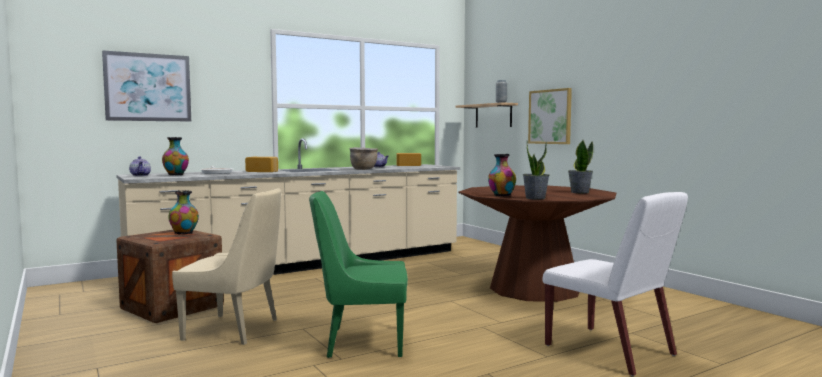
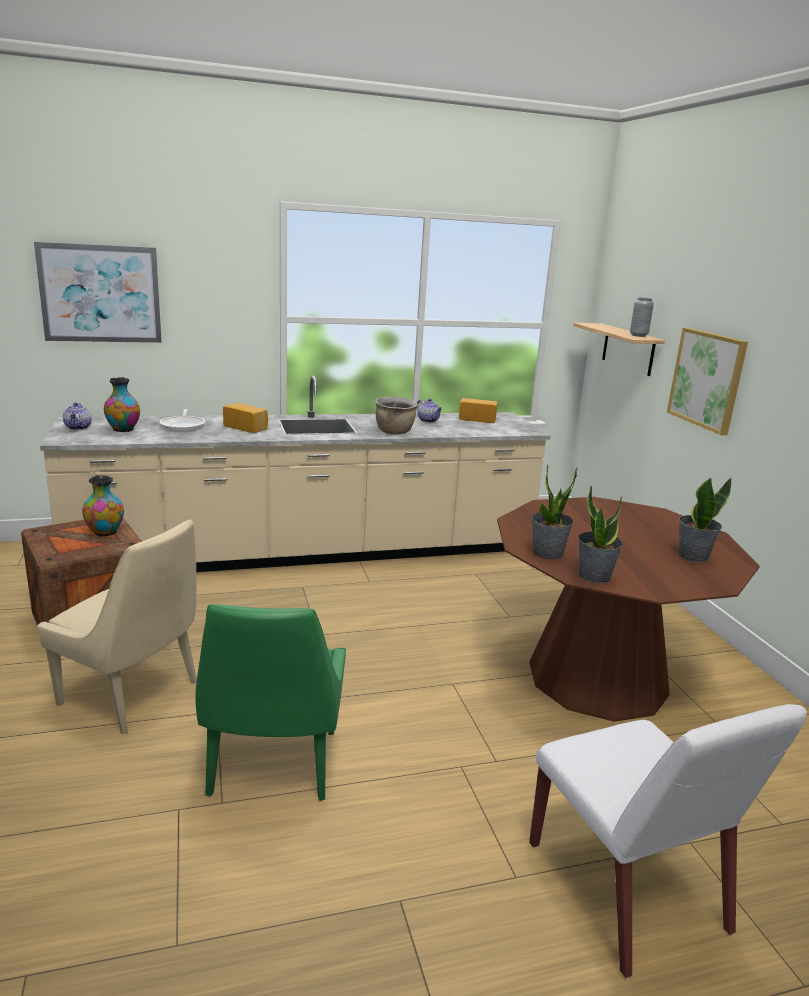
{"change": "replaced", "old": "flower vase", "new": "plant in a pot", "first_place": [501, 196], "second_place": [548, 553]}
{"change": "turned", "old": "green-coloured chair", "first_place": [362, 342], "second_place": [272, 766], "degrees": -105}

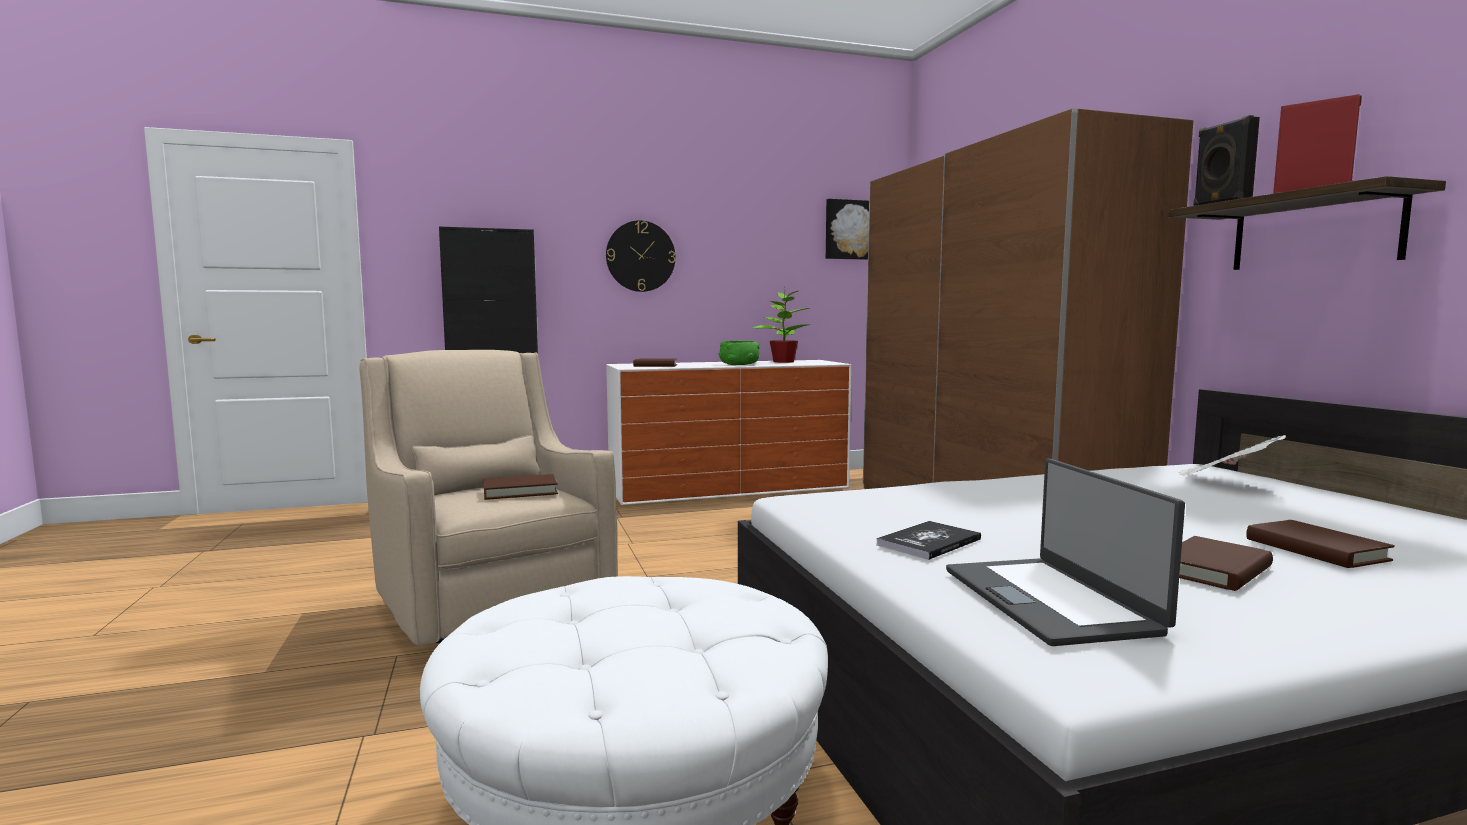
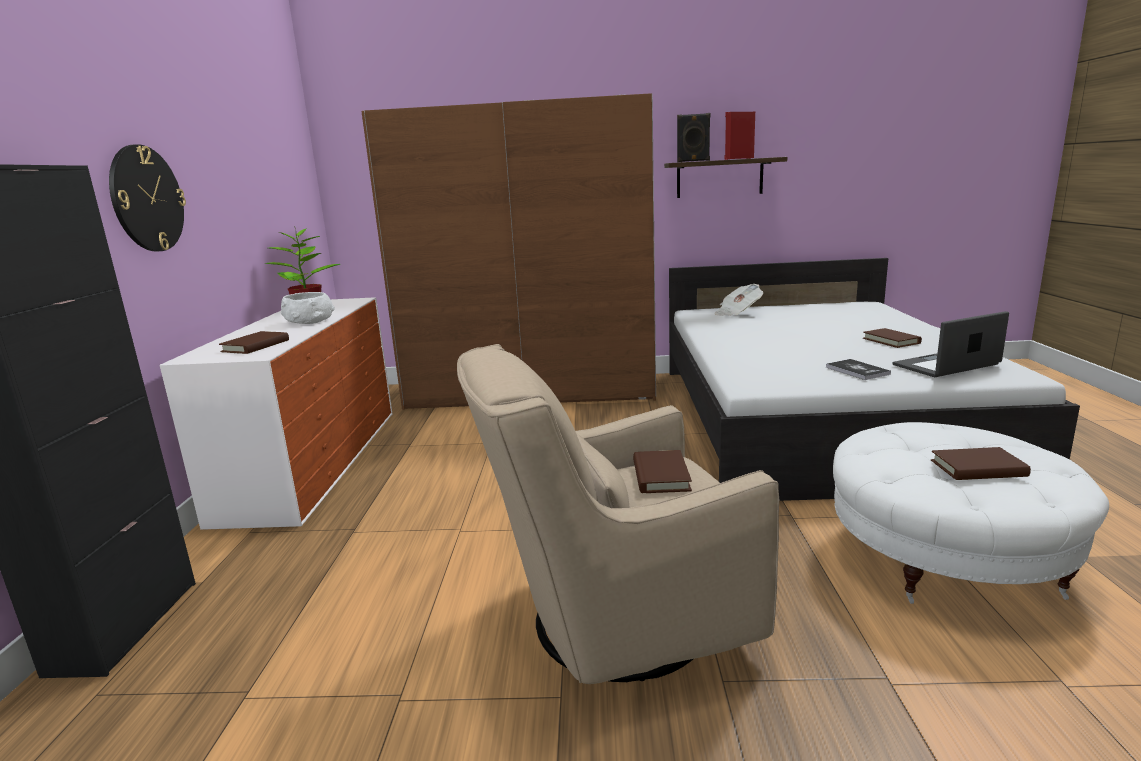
{"change": "removed", "old": "wall picture", "first_place": [851, 230]}
{"change": "recoloured", "old": "green-coloured serving bowl", "new": "white-coloured serving bowl", "first_place": [739, 364], "second_place": [309, 321]}
{"change": "turned", "old": "notebook computer", "first_place": [1050, 600], "second_place": [947, 365], "degrees": 150}
{"change": "moved", "old": "brownish volume", "first_place": [1315, 550], "second_place": [978, 468]}

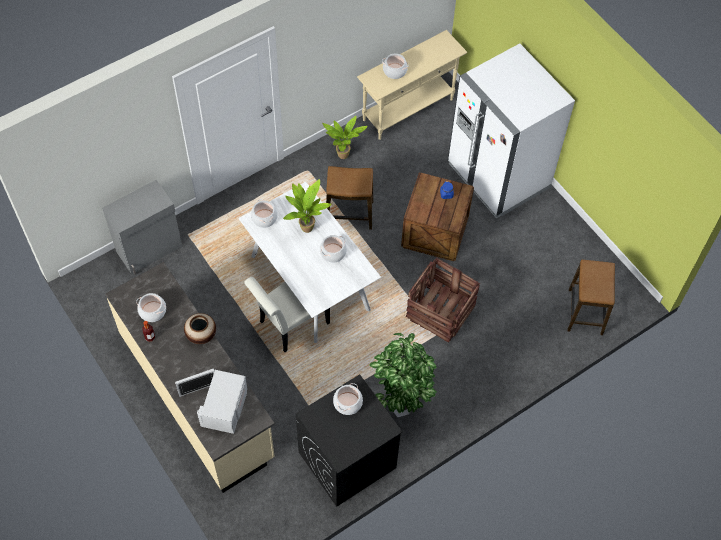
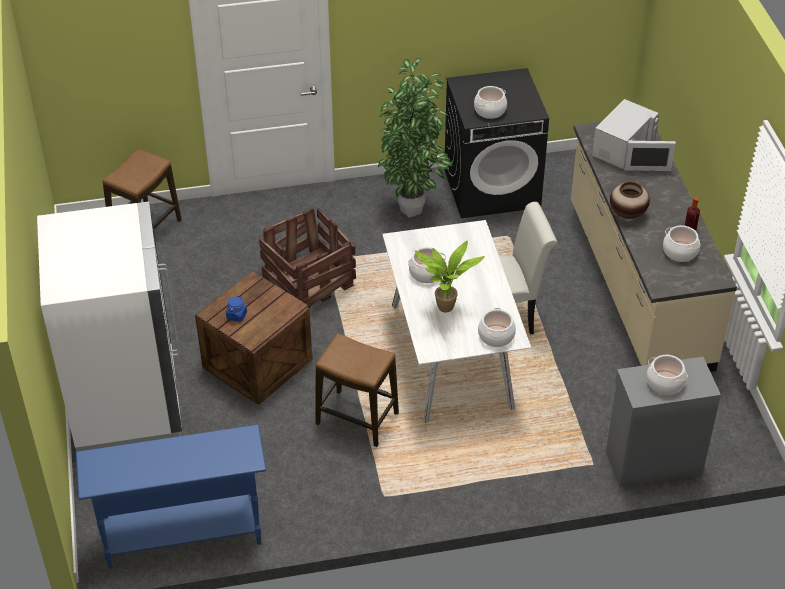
{"change": "recoloured", "old": "beige hall table", "new": "blue hall table", "first_place": [408, 110], "second_place": [182, 536]}
{"change": "moved", "old": "saucepot", "first_place": [395, 71], "second_place": [664, 382]}
{"change": "removed", "old": "plant in a pot", "first_place": [343, 157]}

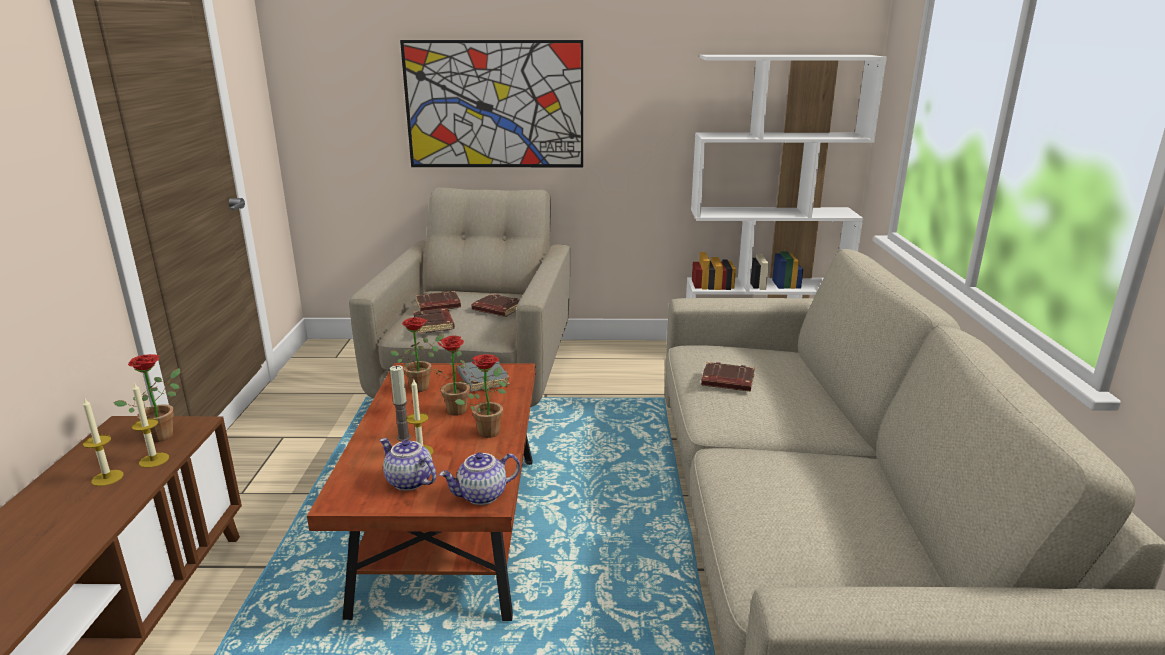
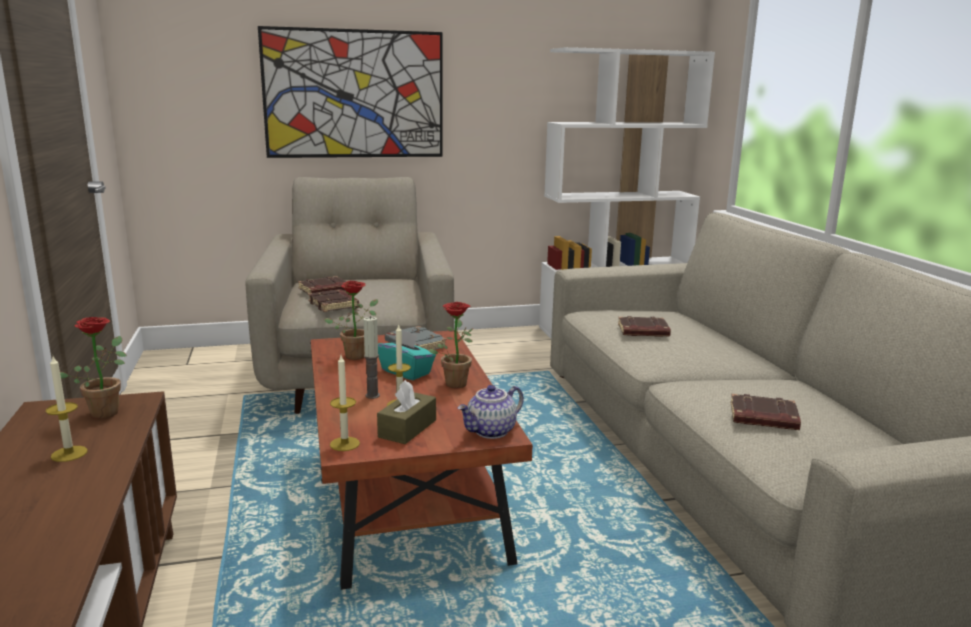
{"change": "moved", "old": "brownish volume", "first_place": [497, 309], "second_place": [762, 418]}
{"change": "replaced", "old": "plant in a pot", "new": "turquoise tissue holder", "first_place": [453, 412], "second_place": [406, 372]}
{"change": "moved", "old": "wax candle", "first_place": [154, 460], "second_place": [344, 444]}
{"change": "replaced", "old": "teapot", "new": "brownish tissue holder", "first_place": [408, 482], "second_place": [407, 428]}

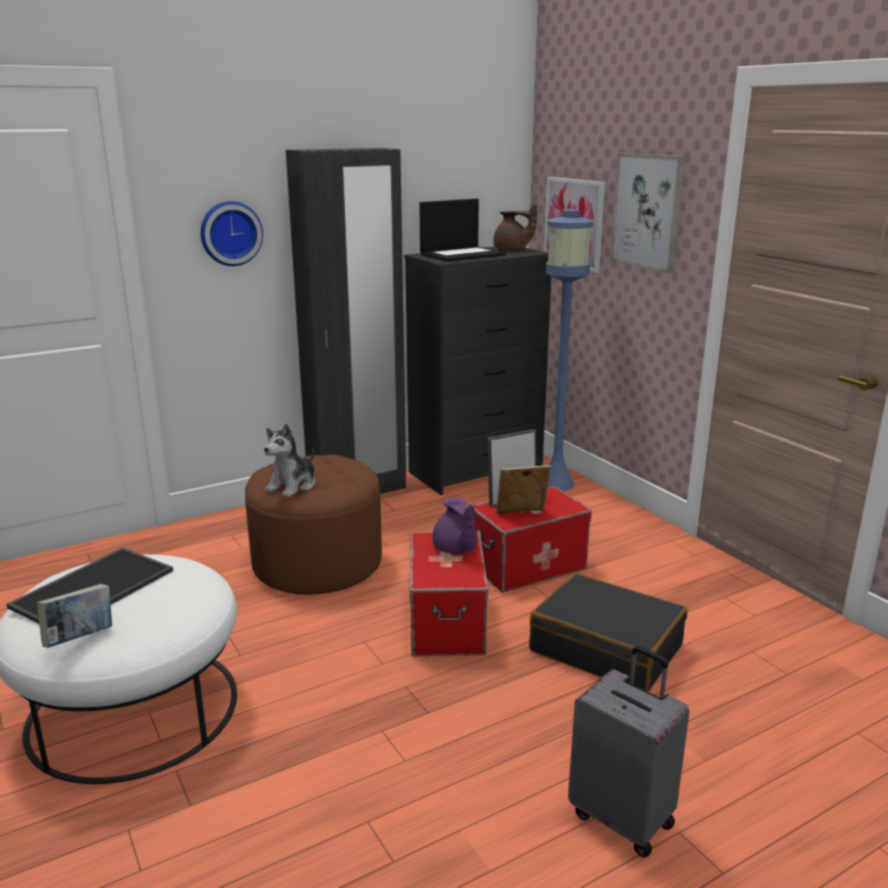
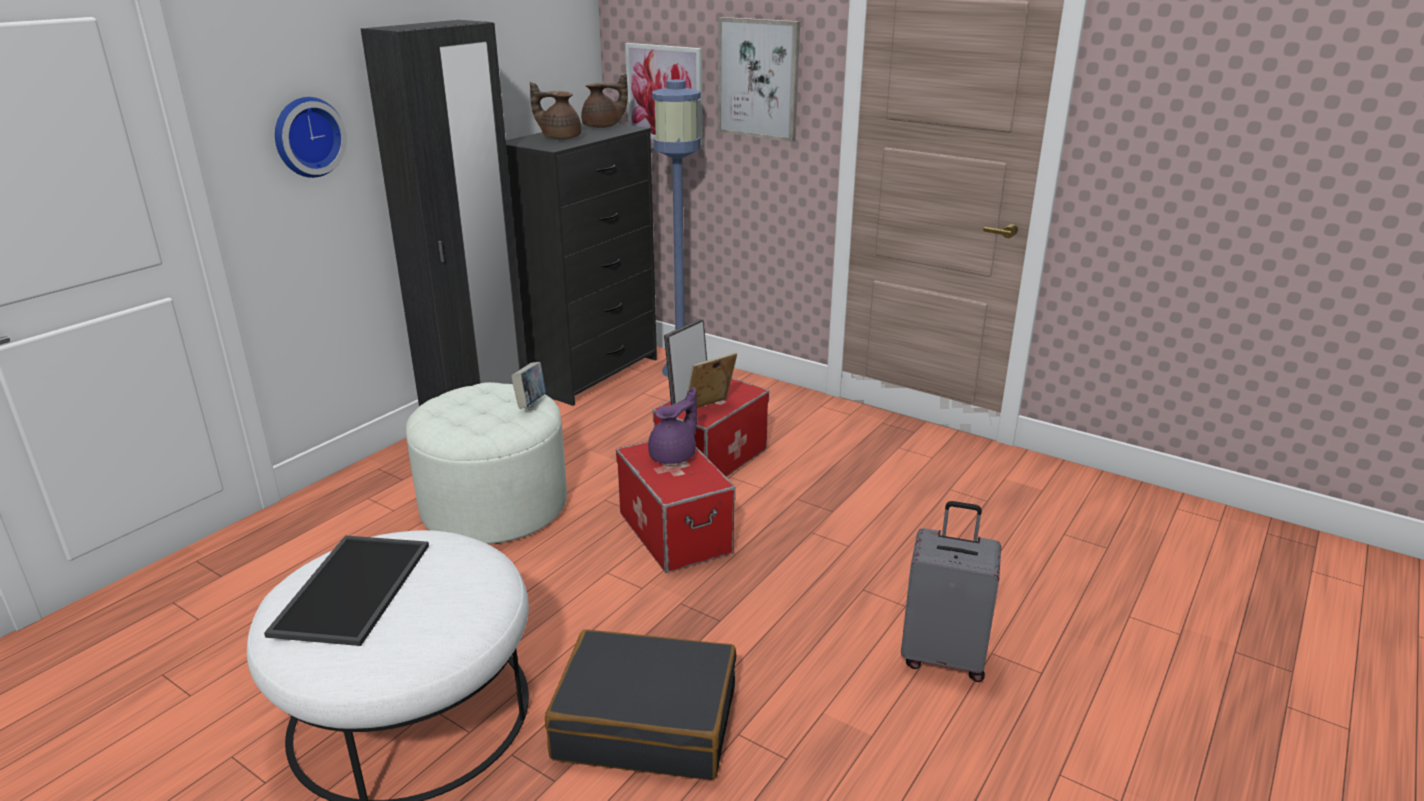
{"change": "replaced", "old": "notebook computer", "new": "brownish teapot", "first_place": [462, 254], "second_place": [560, 137]}
{"change": "removed", "old": "plush toy", "first_place": [293, 486]}
{"change": "recoloured", "old": "brownish ottoman", "new": "white-coloured ottoman", "first_place": [317, 563], "second_place": [494, 505]}
{"change": "turned", "old": "purplish teapot", "first_place": [455, 549], "second_place": [674, 456], "degrees": -90}
{"change": "moved", "old": "black suitcase", "first_place": [606, 648], "second_place": [646, 722]}
{"change": "moved", "old": "volume", "first_place": [80, 638], "second_place": [531, 403]}

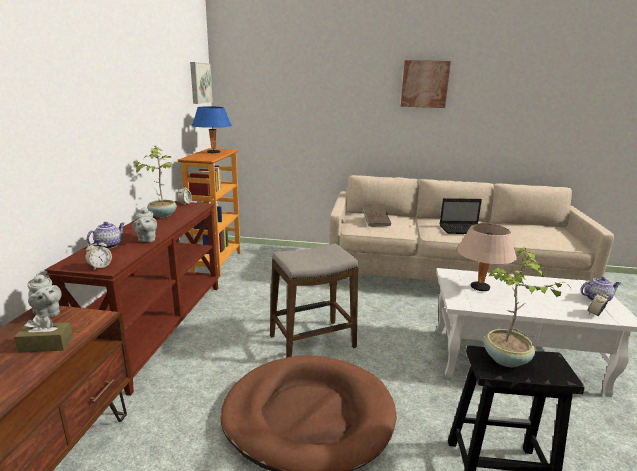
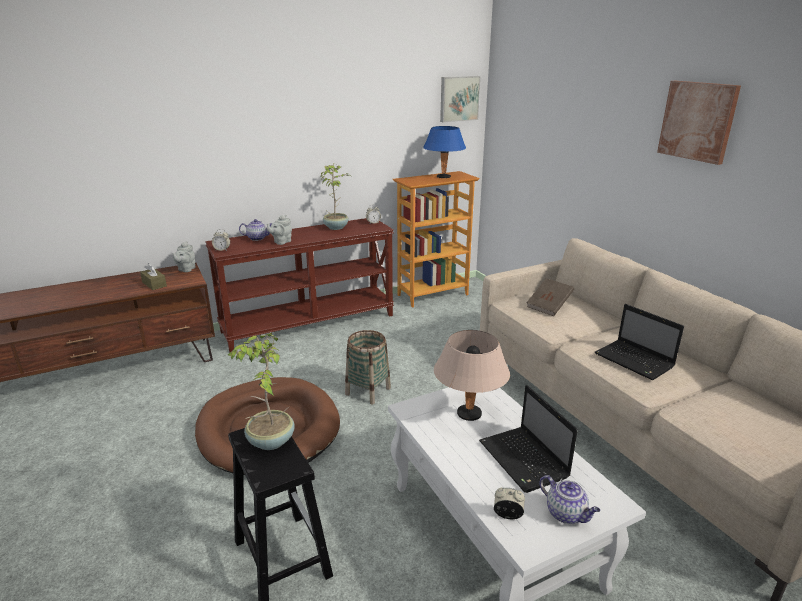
{"change": "replaced", "old": "stool seat", "new": "storage basket", "first_place": [312, 342], "second_place": [368, 391]}
{"change": "added", "new": "notebook computer", "second_place": [524, 460]}

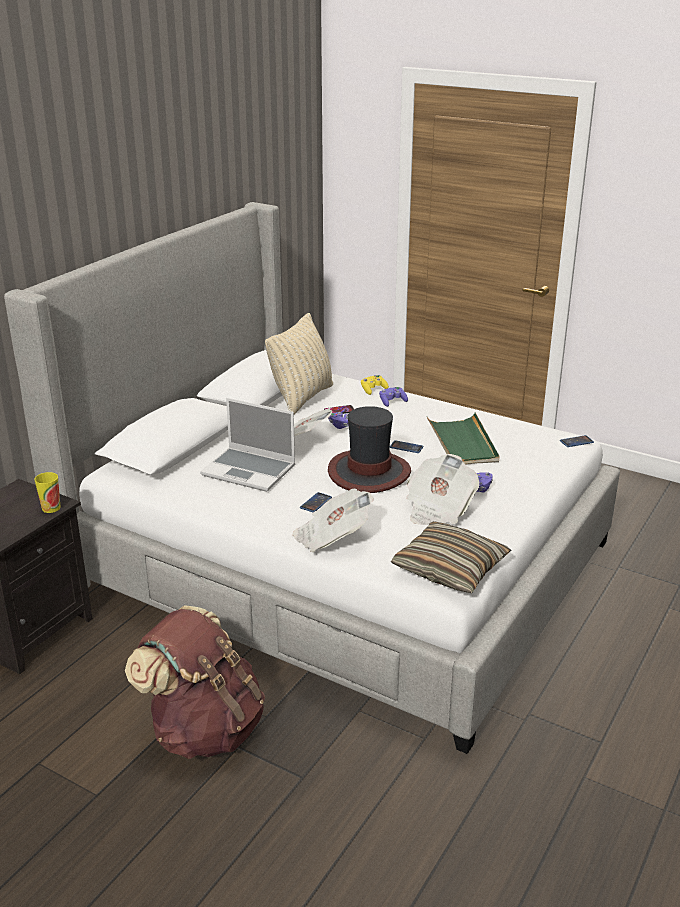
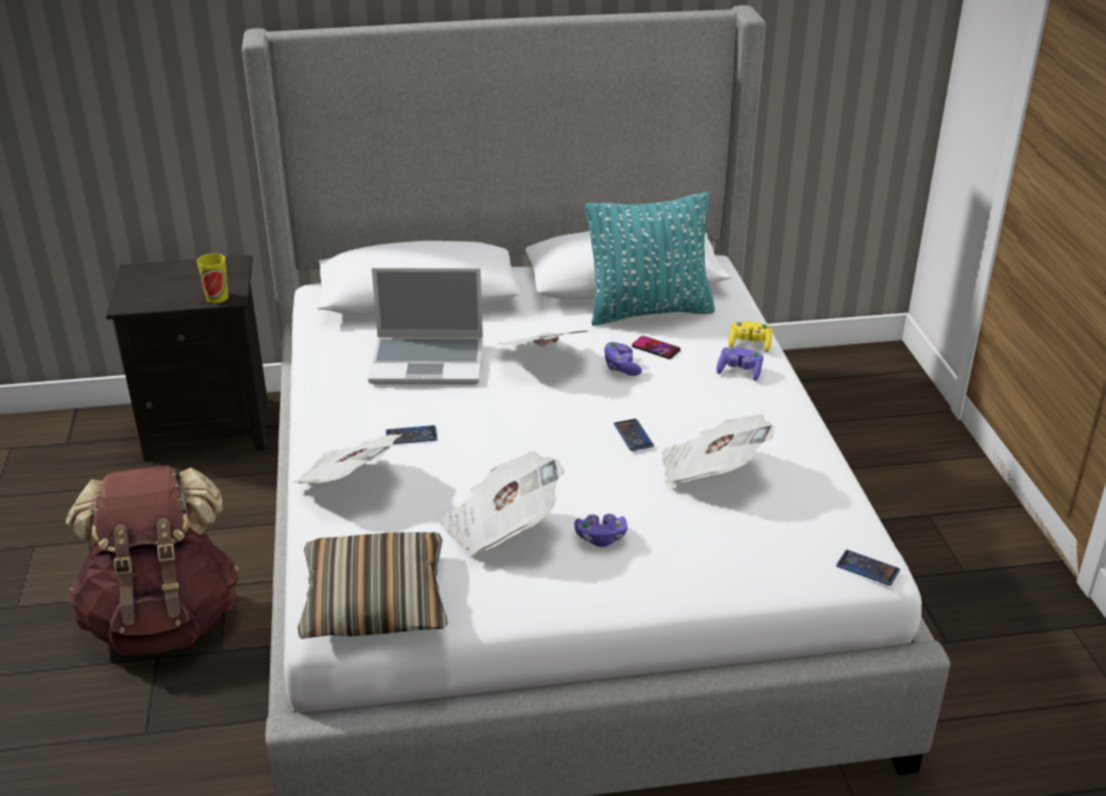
{"change": "recoloured", "old": "beige cushion", "new": "turquoise cushion", "first_place": [302, 398], "second_place": [649, 311]}
{"change": "turned", "old": "notebook computer", "first_place": [250, 470], "second_place": [429, 362], "degrees": -75}
{"change": "removed", "old": "clothing hat", "first_place": [369, 472]}
{"change": "replaced", "old": "green-coloured tray", "new": "daily paper", "first_place": [462, 443], "second_place": [711, 472]}

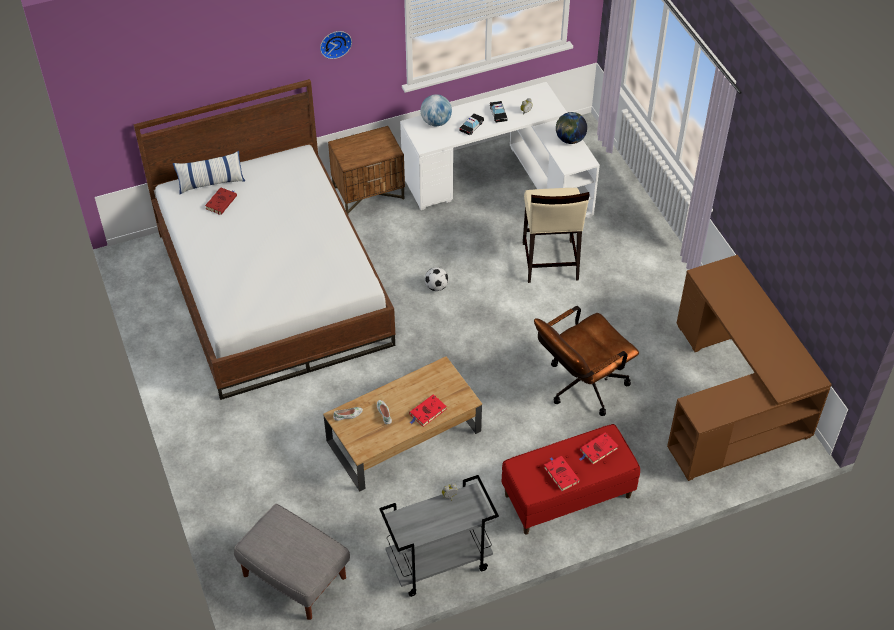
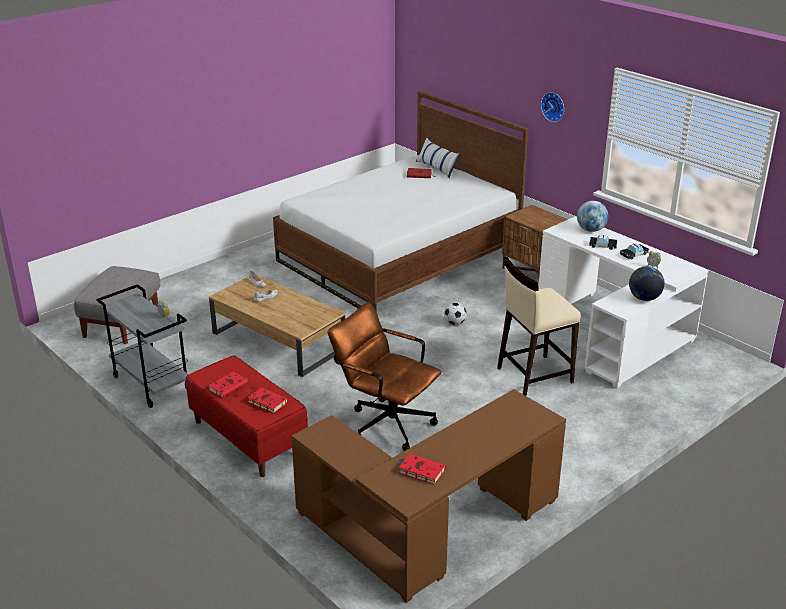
{"change": "moved", "old": "reddish volume", "first_place": [427, 412], "second_place": [420, 471]}

